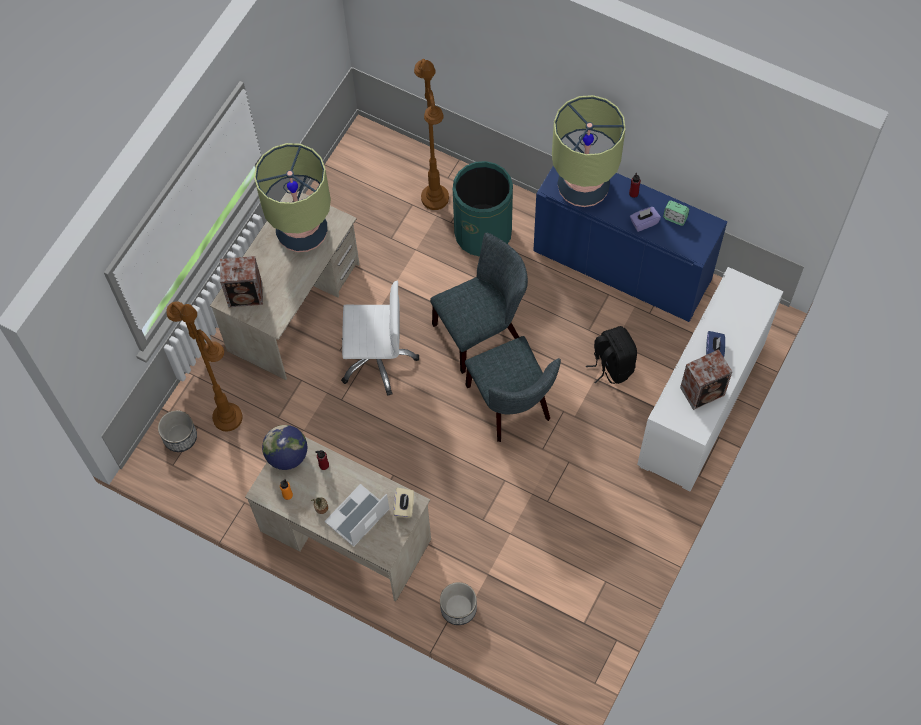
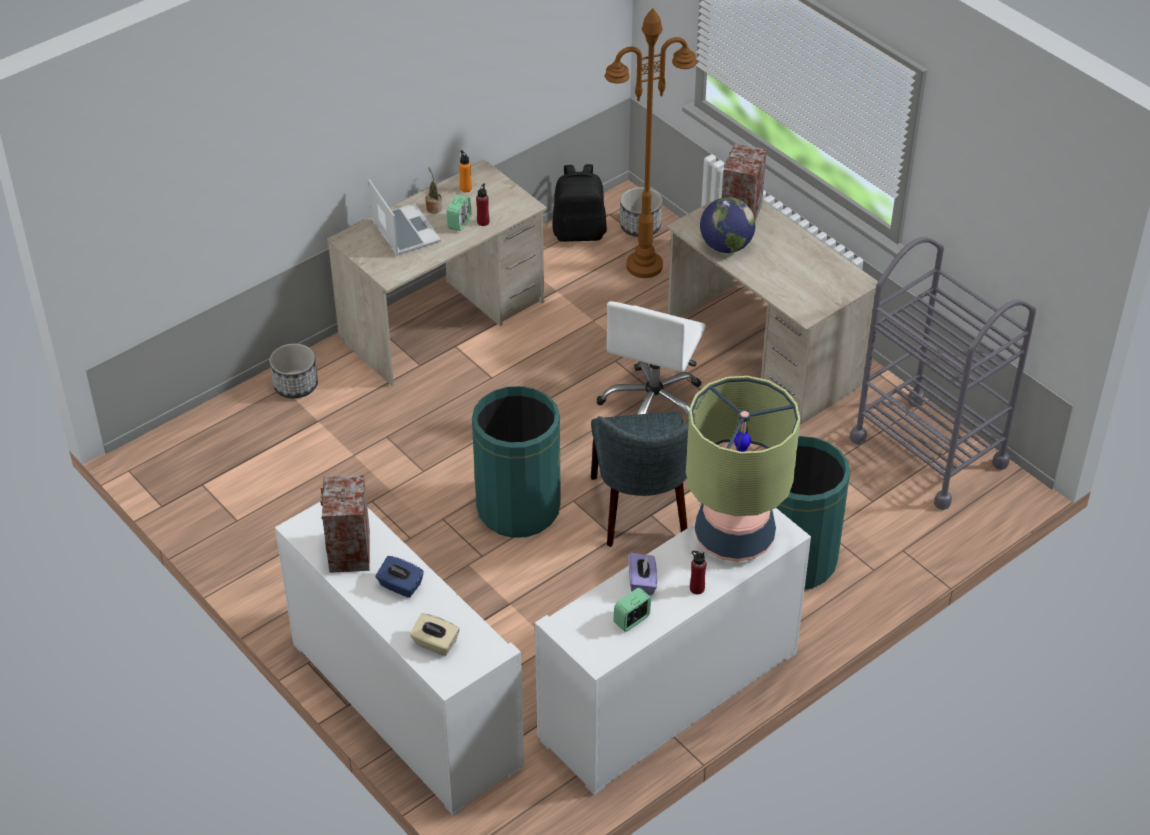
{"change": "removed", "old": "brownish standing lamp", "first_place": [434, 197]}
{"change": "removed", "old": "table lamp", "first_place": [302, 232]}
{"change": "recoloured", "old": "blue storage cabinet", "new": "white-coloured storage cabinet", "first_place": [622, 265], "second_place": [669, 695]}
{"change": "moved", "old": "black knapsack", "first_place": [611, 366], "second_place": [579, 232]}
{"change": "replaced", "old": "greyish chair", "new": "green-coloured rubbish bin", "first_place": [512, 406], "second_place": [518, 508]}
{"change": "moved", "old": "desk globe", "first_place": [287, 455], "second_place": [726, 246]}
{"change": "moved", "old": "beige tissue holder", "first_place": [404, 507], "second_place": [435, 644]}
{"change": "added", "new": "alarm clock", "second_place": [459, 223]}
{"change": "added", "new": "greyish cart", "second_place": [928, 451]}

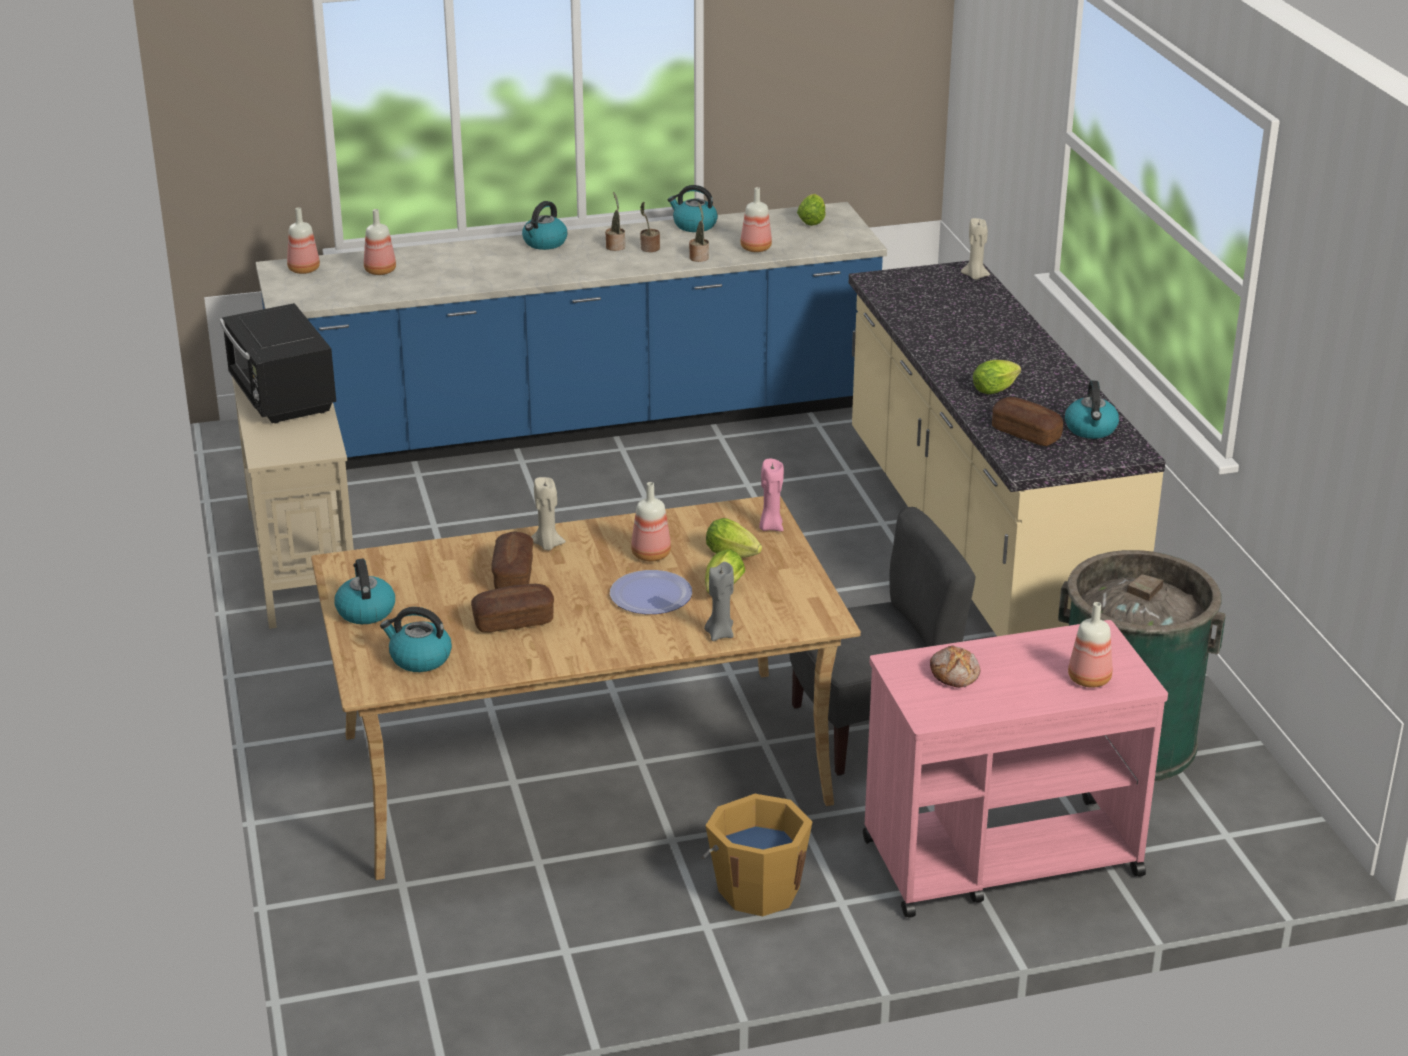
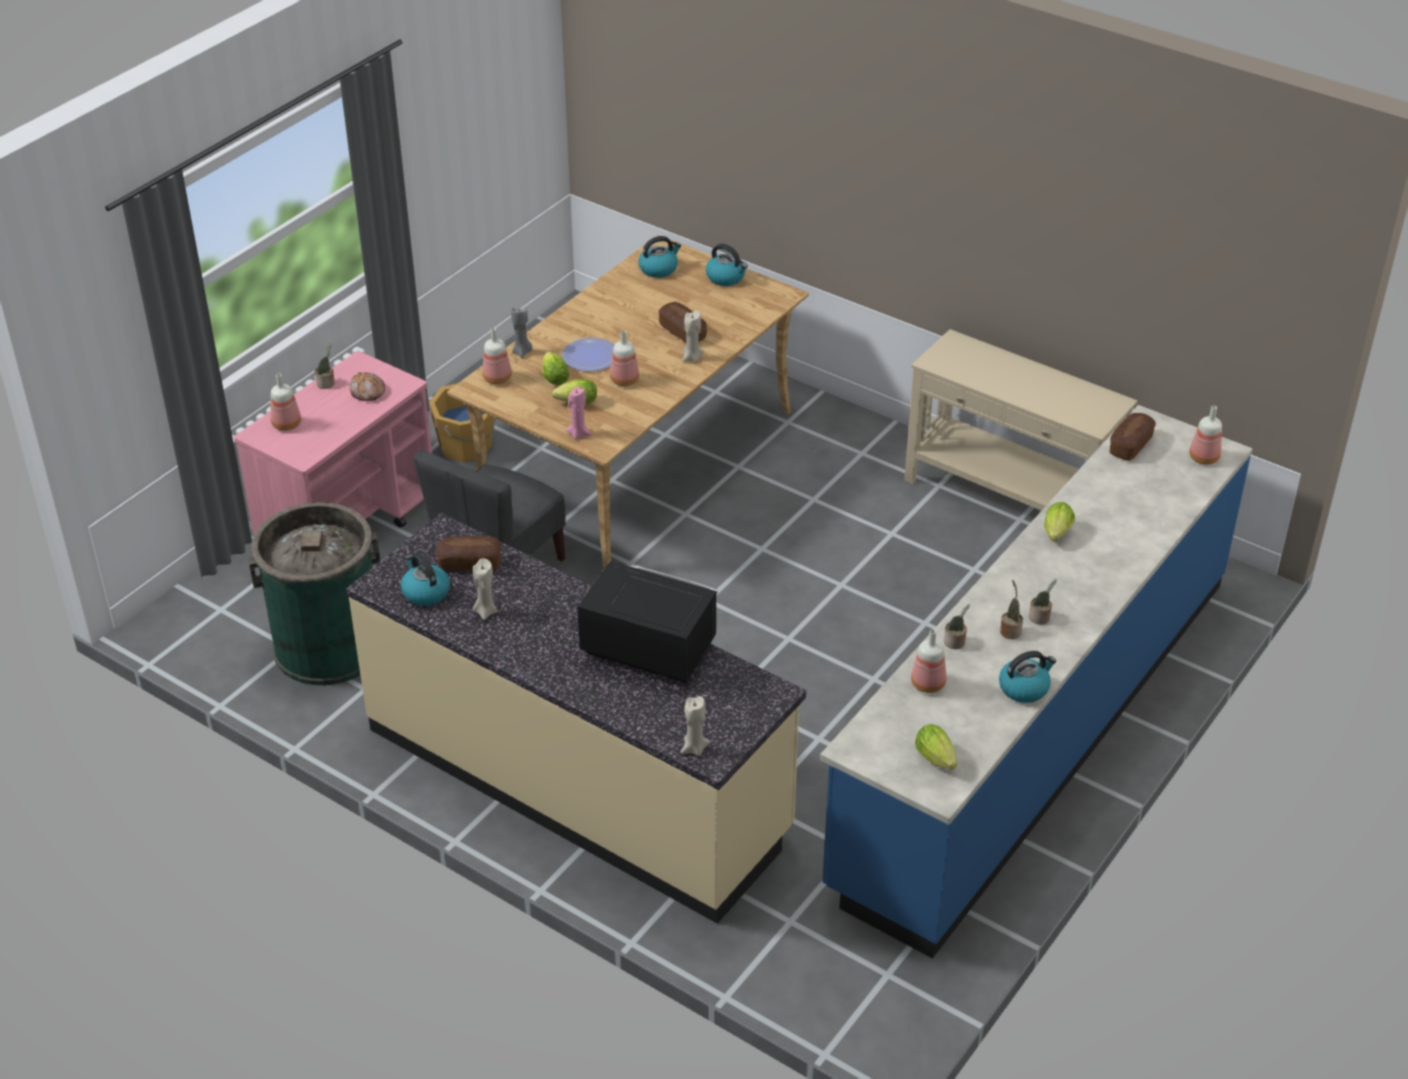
{"change": "removed", "old": "tea kettle", "first_place": [544, 243]}
{"change": "moved", "old": "beverage bottle", "first_place": [379, 271], "second_place": [498, 378]}
{"change": "moved", "old": "black microwave oven", "first_place": [281, 398], "second_place": [647, 649]}
{"change": "moved", "old": "head of lettuce", "first_place": [997, 389], "second_place": [1056, 535]}
{"change": "moved", "old": "baked bread", "first_place": [513, 621], "second_place": [1130, 445]}
{"change": "added", "new": "plant in a pot", "second_place": [327, 384]}
{"change": "added", "new": "beige wax candle", "second_place": [485, 611]}

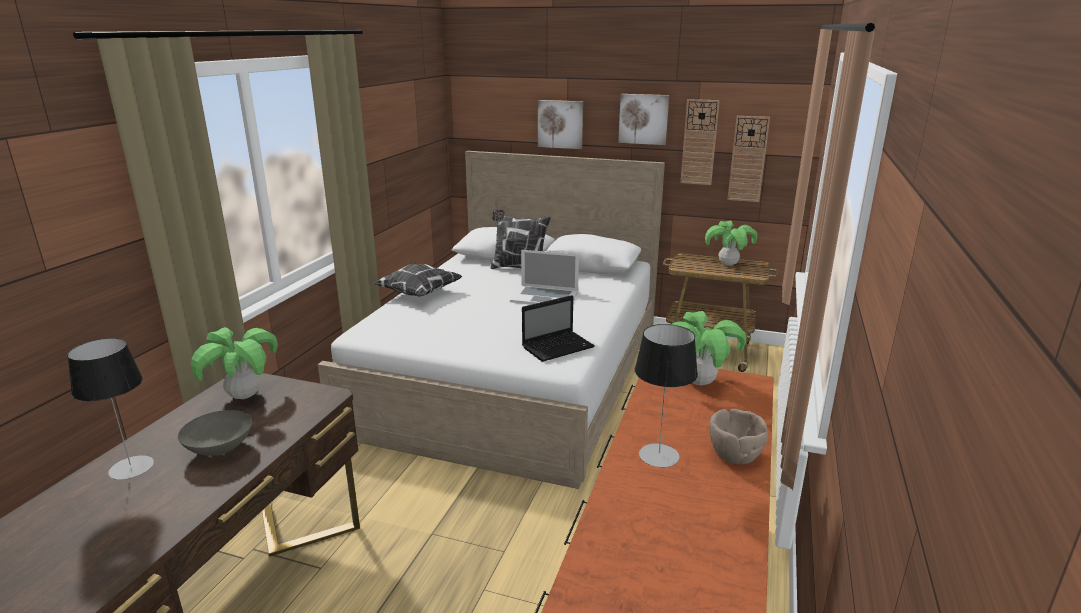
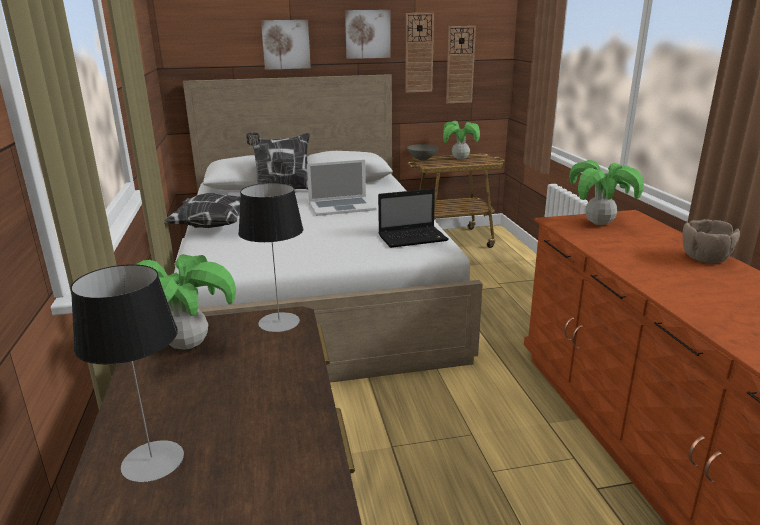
{"change": "turned", "old": "notebook computer", "first_place": [559, 347], "second_place": [414, 238], "degrees": 45}
{"change": "moved", "old": "table lamp", "first_place": [659, 455], "second_place": [279, 322]}
{"change": "moved", "old": "greyish serving bowl", "first_place": [219, 450], "second_place": [422, 159]}

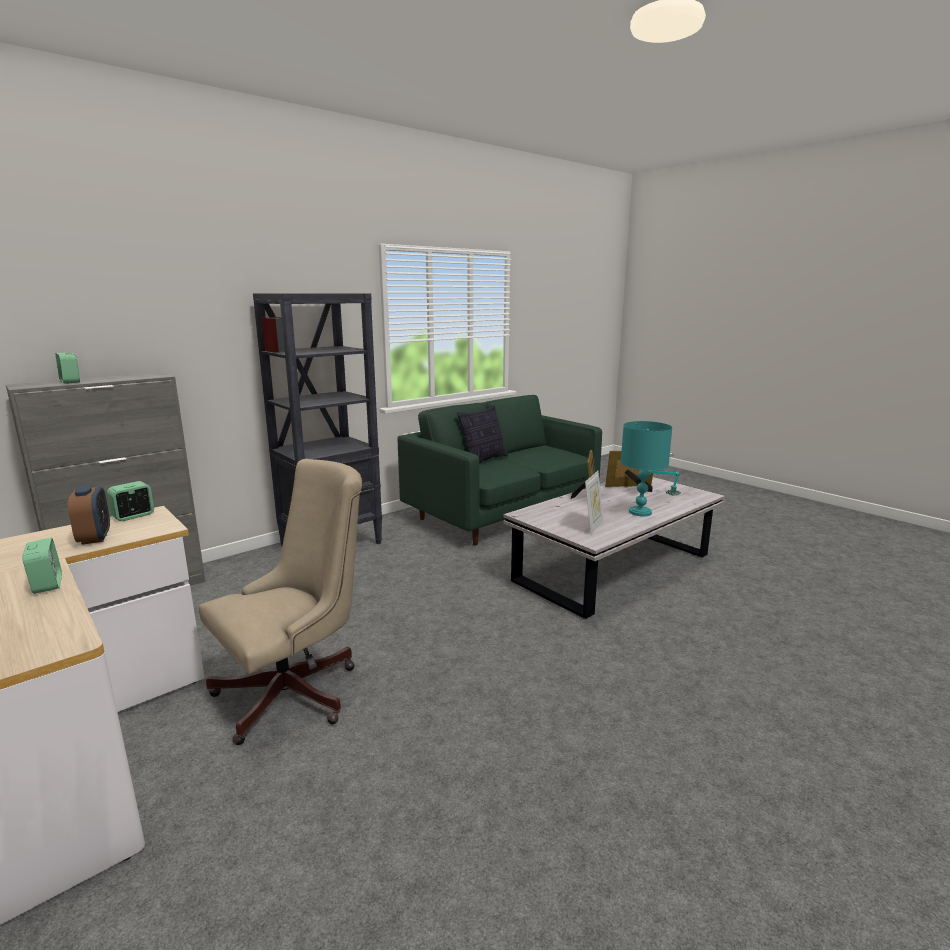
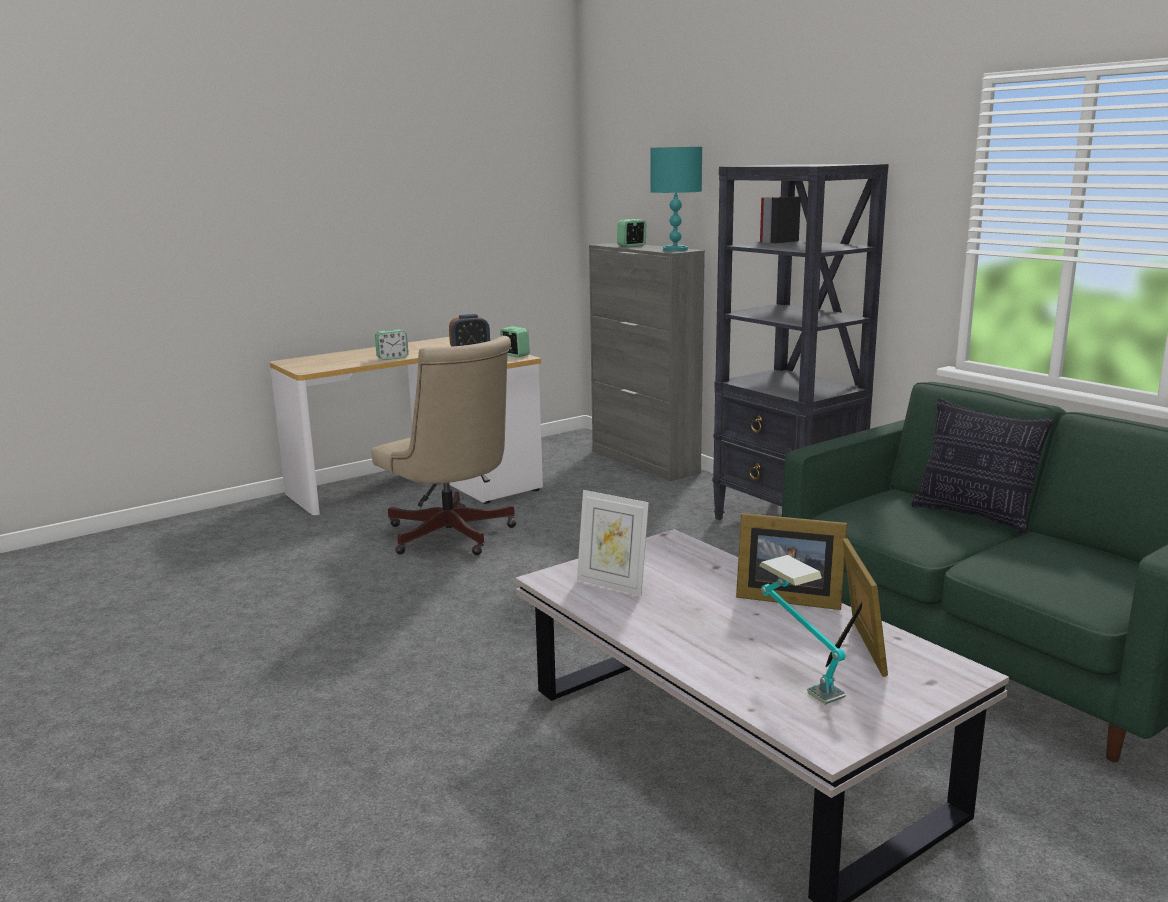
{"change": "moved", "old": "turquoise table lamp", "first_place": [639, 512], "second_place": [675, 250]}

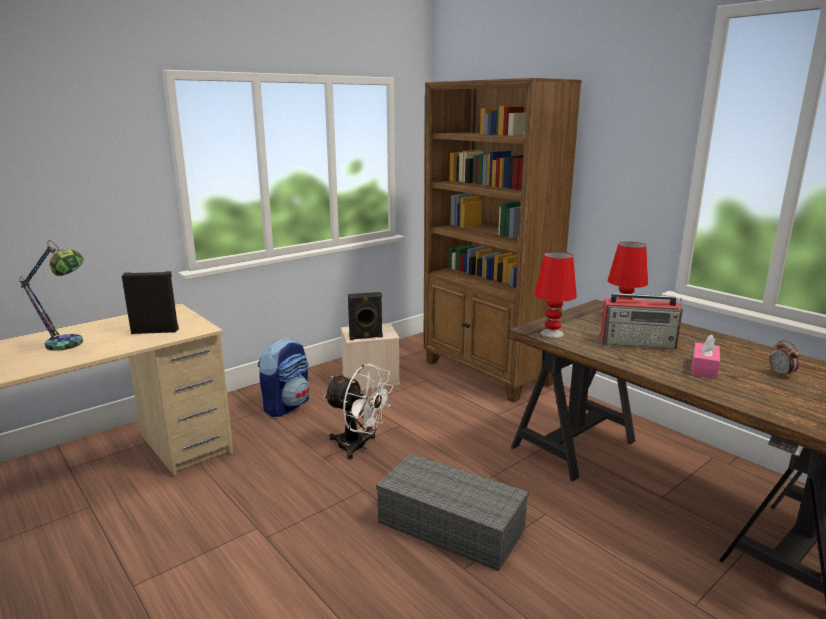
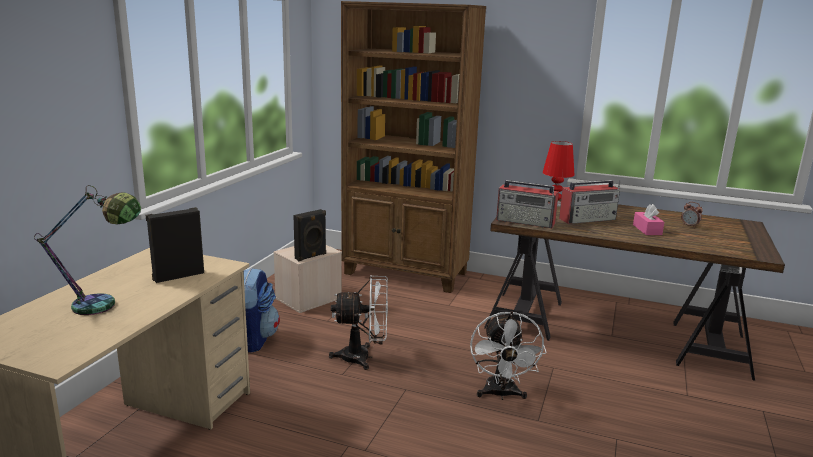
{"change": "replaced", "old": "reddish table lamp", "new": "radio receiver", "first_place": [552, 334], "second_place": [526, 222]}
{"change": "replaced", "old": "greyish storage container", "new": "white-coloured fan", "first_place": [453, 525], "second_place": [501, 394]}

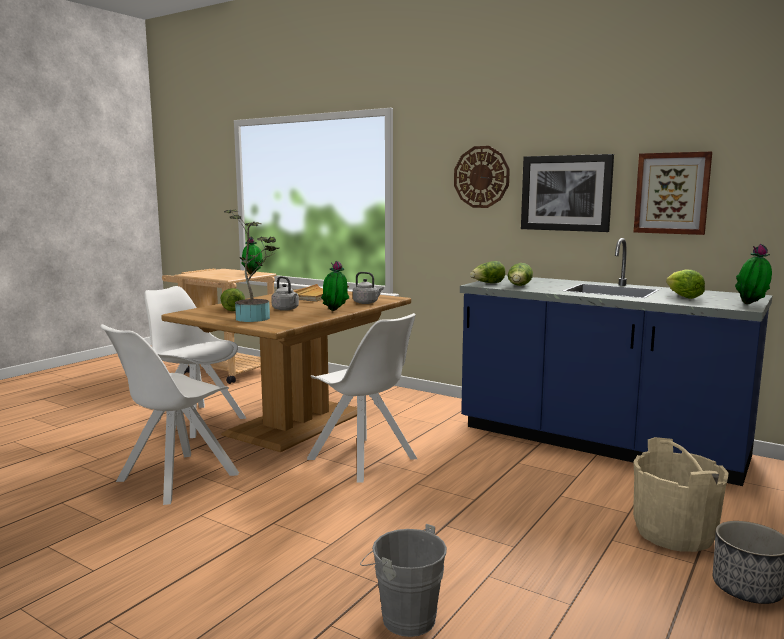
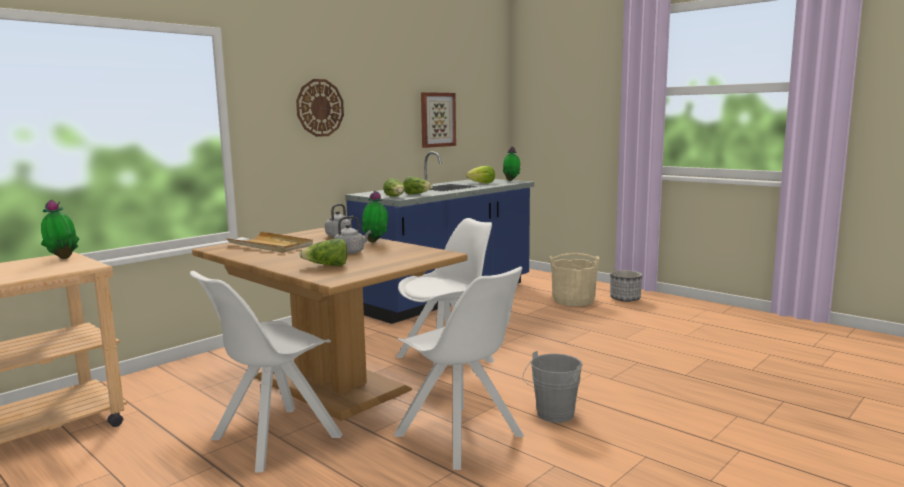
{"change": "removed", "old": "wall picture", "first_place": [566, 193]}
{"change": "removed", "old": "plant in a pot", "first_place": [255, 317]}
{"change": "moved", "old": "greyish water bucket", "first_place": [403, 617], "second_place": [552, 415]}

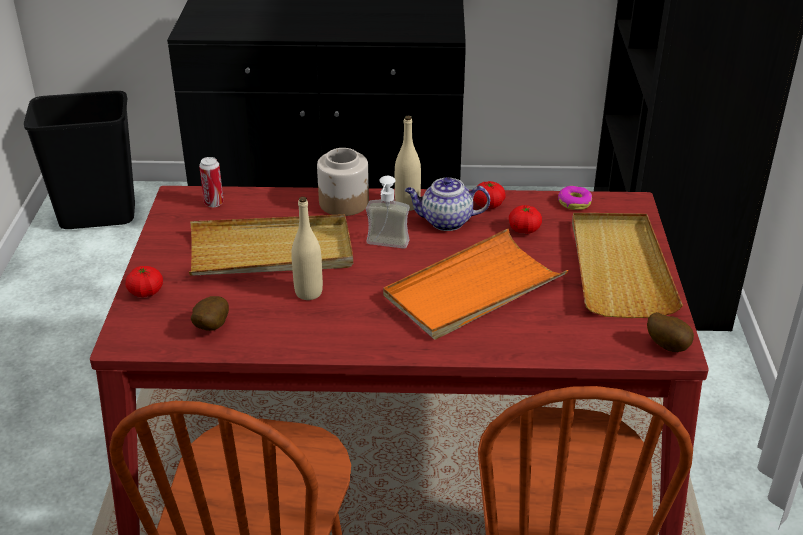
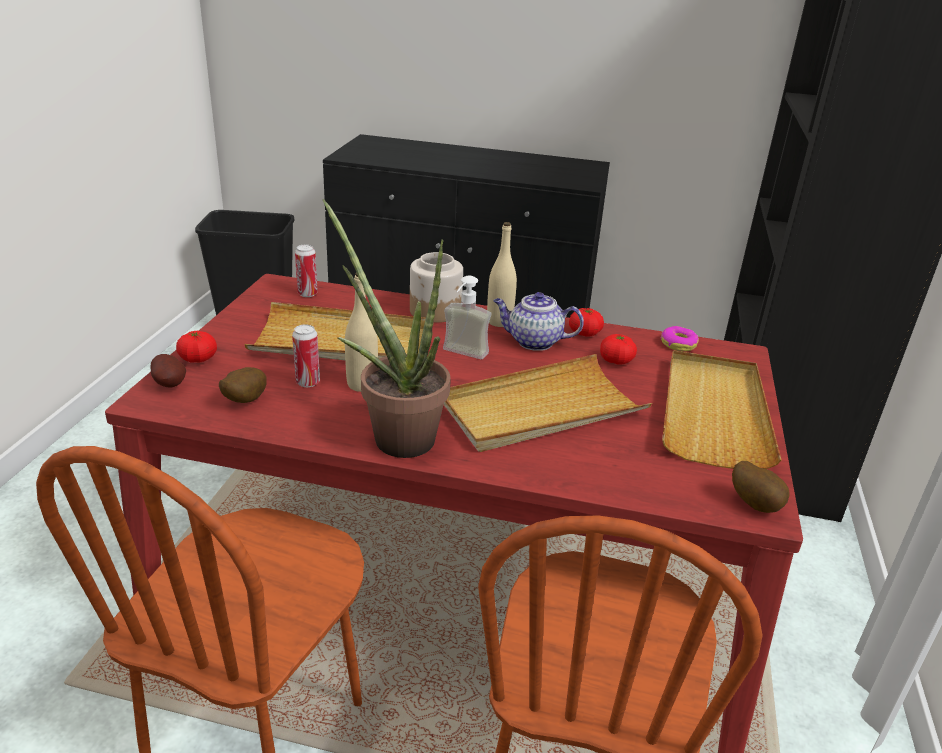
{"change": "recoloured", "old": "orangey tray", "new": "beige tray", "first_place": [473, 289], "second_place": [540, 409]}
{"change": "added", "new": "plant in a pot", "second_place": [394, 434]}
{"change": "added", "new": "sealed can", "second_place": [308, 382]}
{"change": "added", "new": "spud", "second_place": [170, 384]}

